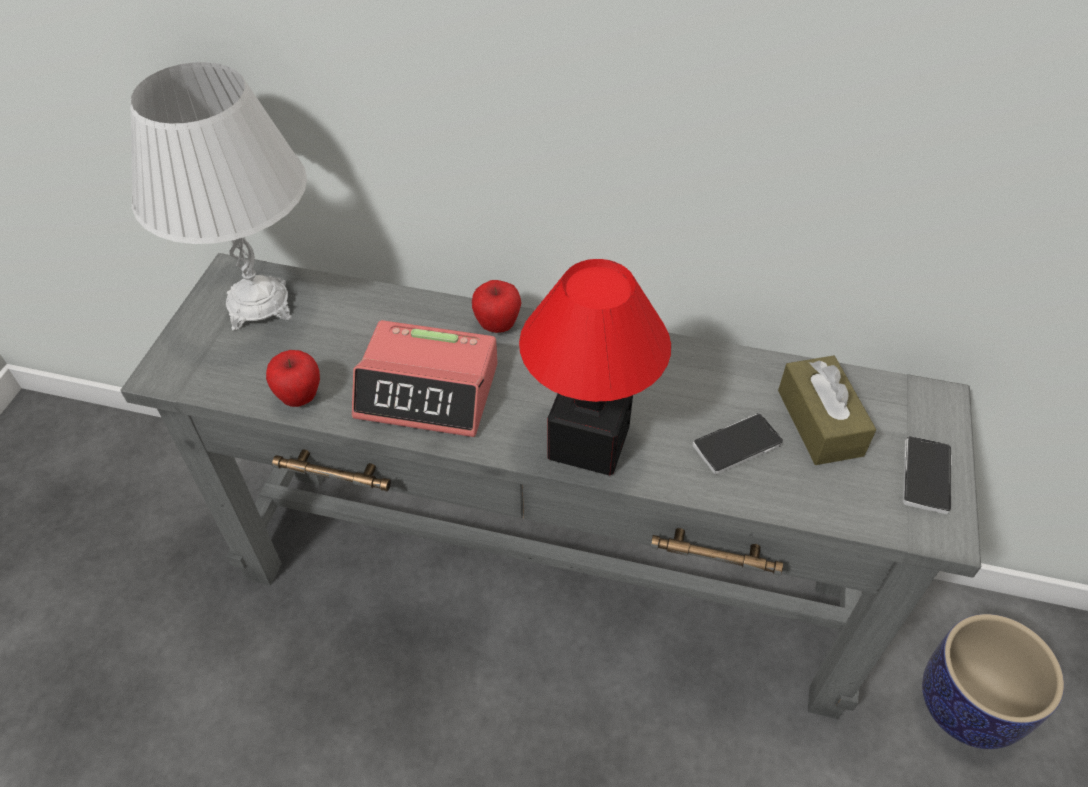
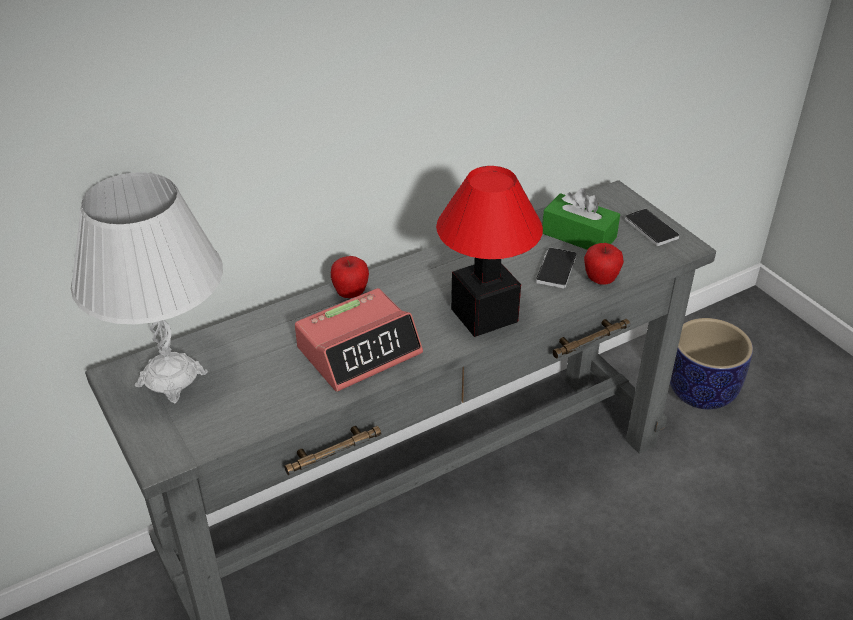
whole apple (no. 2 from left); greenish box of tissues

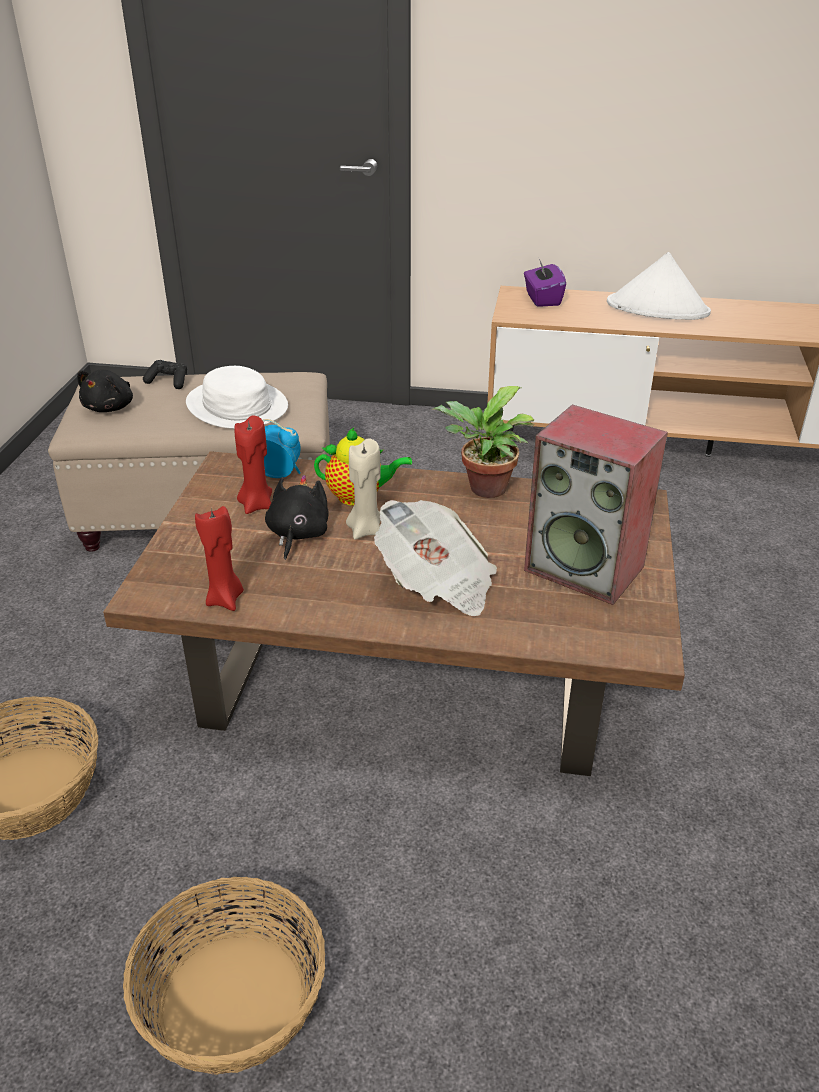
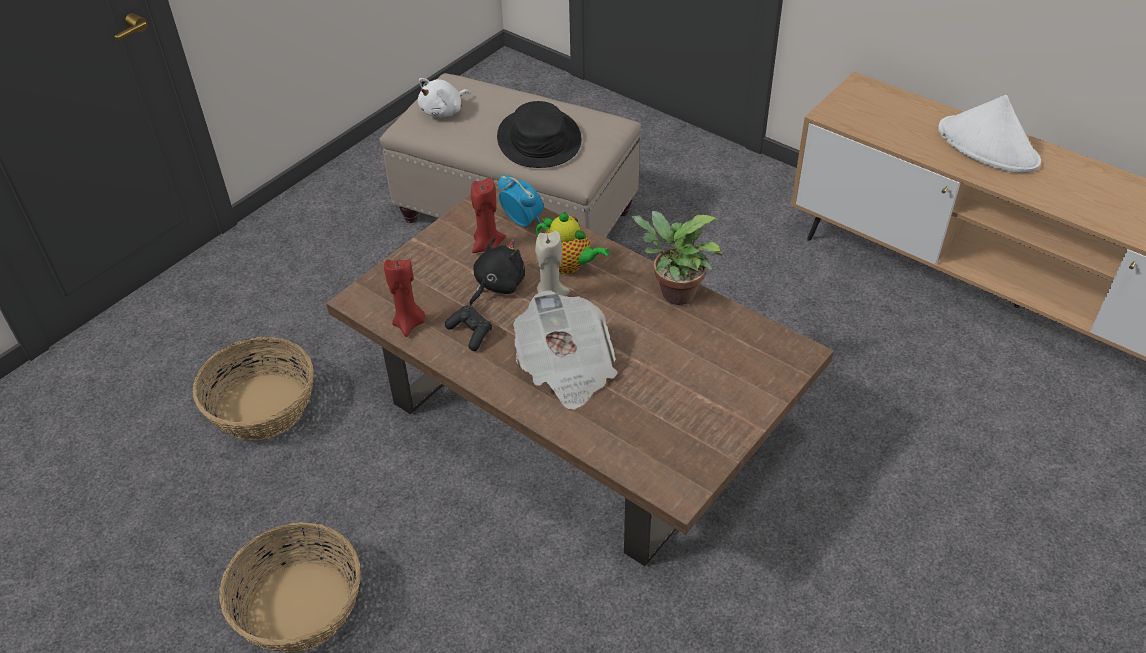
purple box of tissues; black-coloured game controller; black-coloured hat; whitish plush toy; speaker

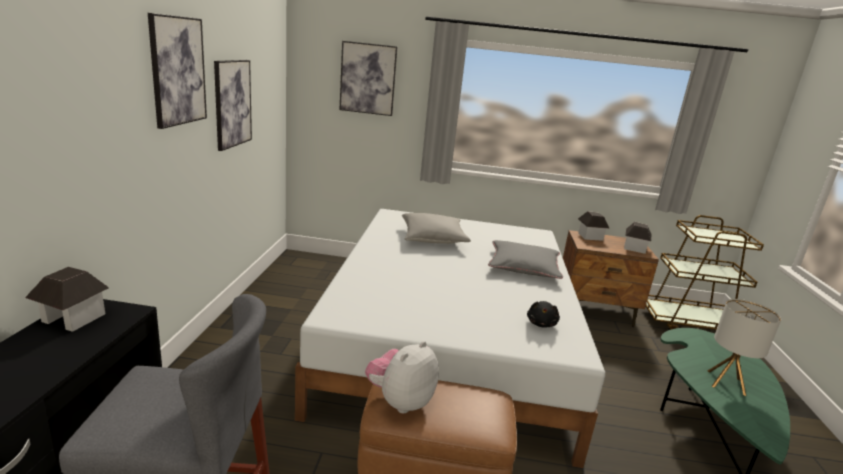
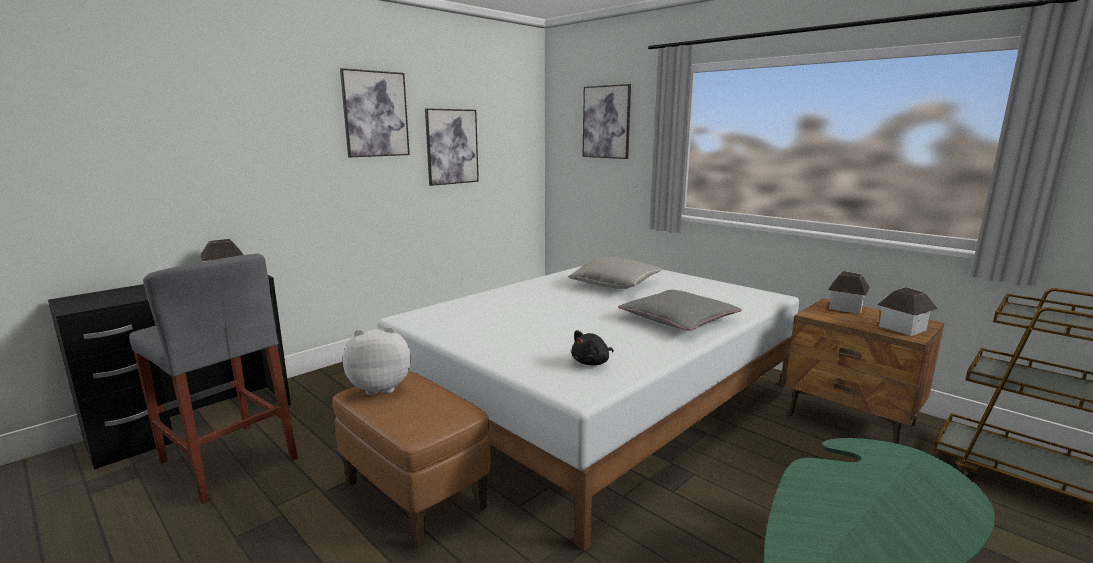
lamp for a table

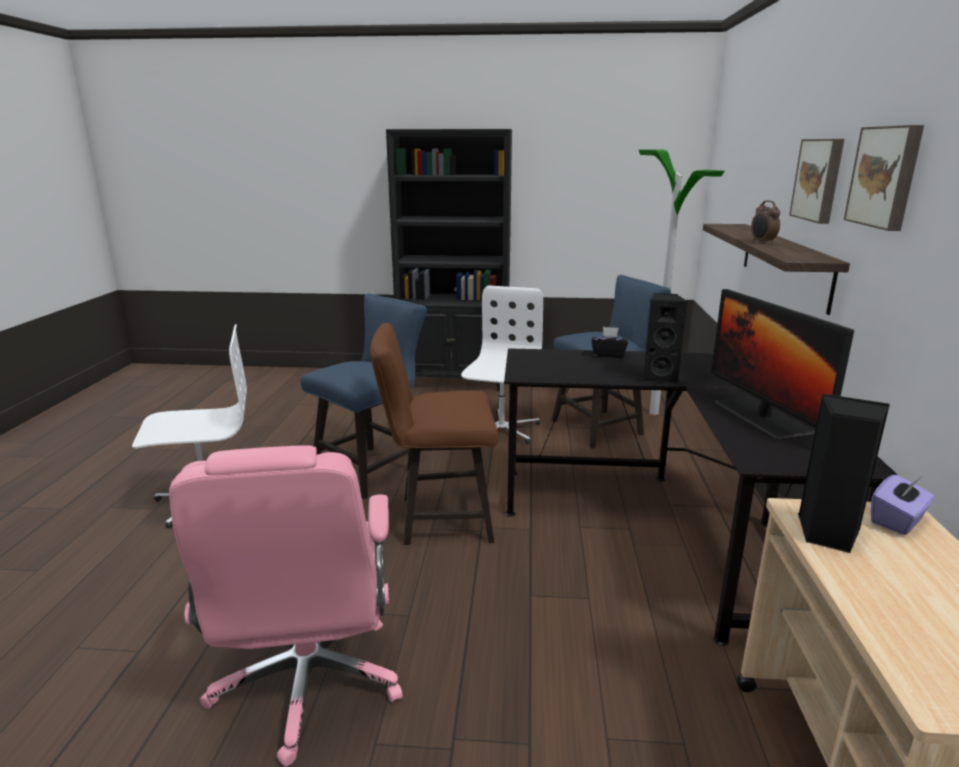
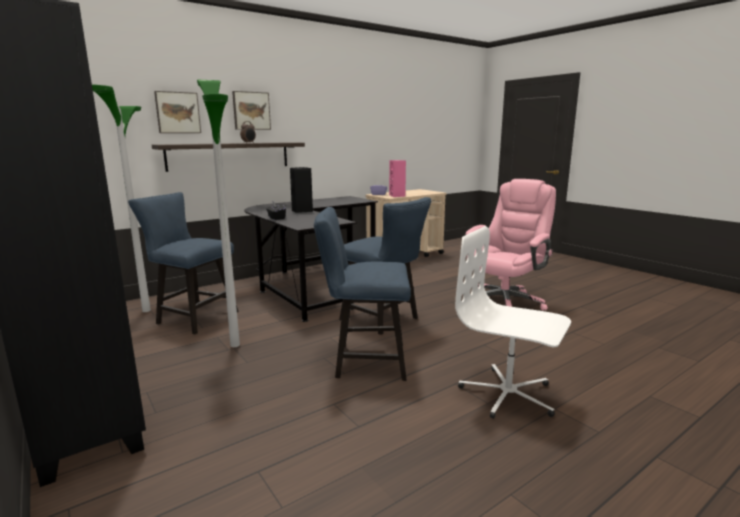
wall picture (no. 1 from left); floor lamp (no. 2 from left); monitor; blue chair (no. 3 from left); pink-coloured speaker

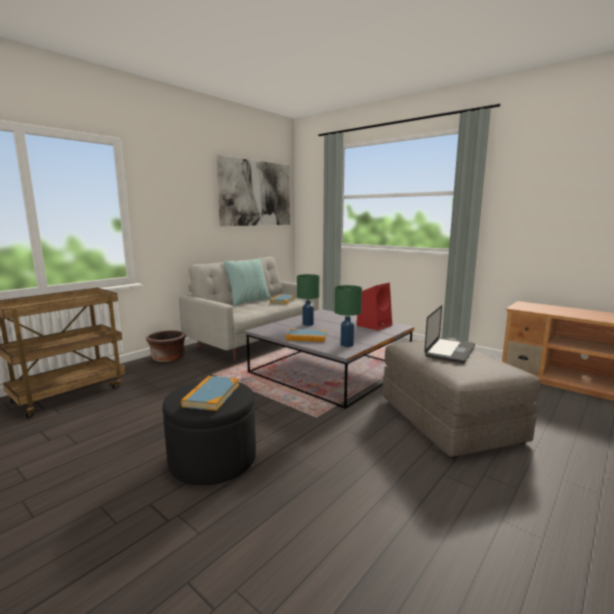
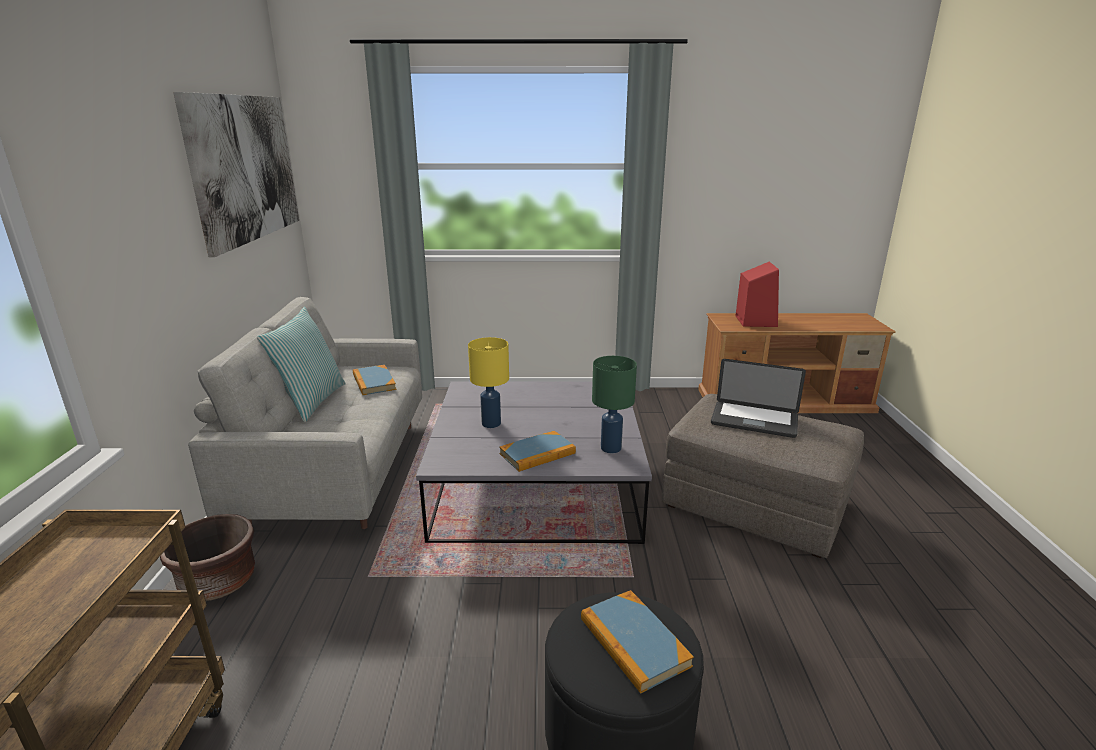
yellowish lamp for a table; red speaker; portable computer

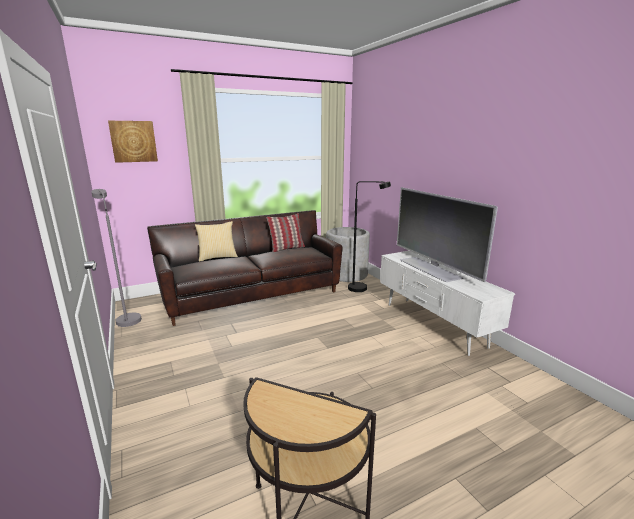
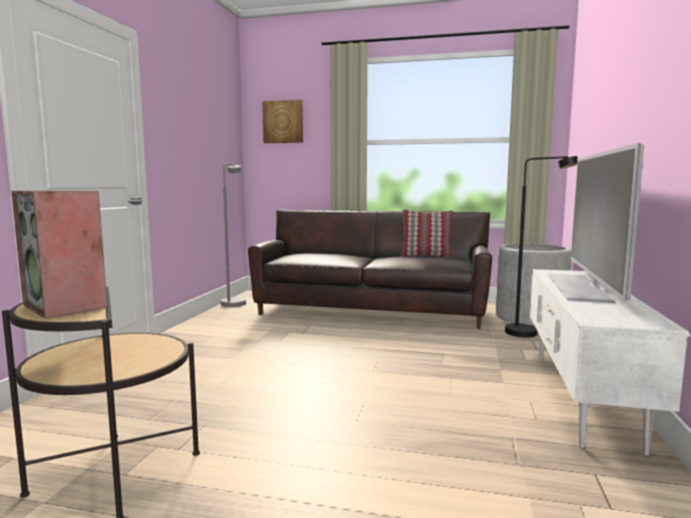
cushion (no. 1 from left in the first image); speaker

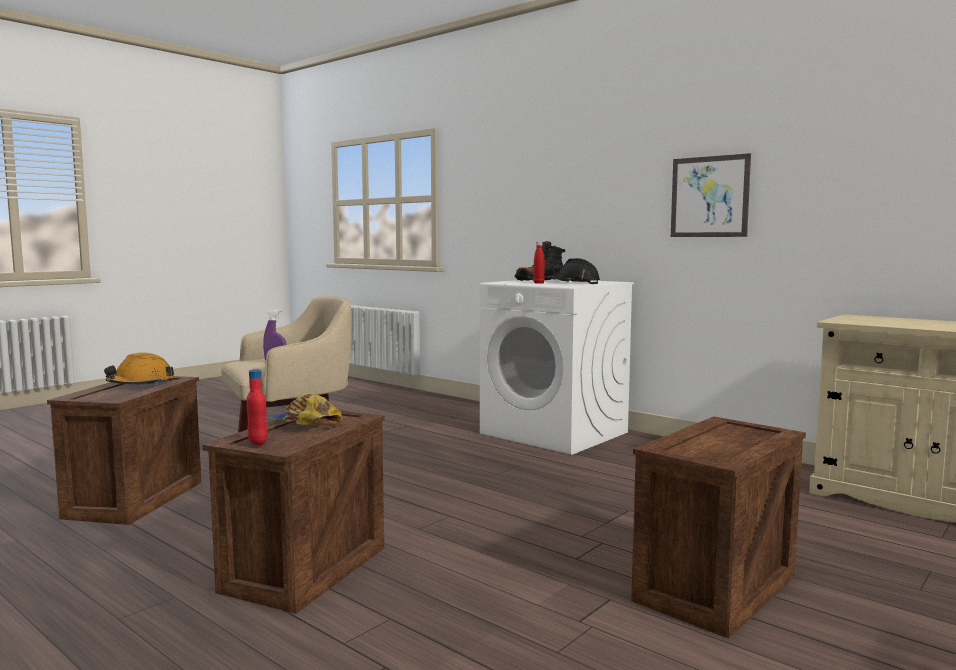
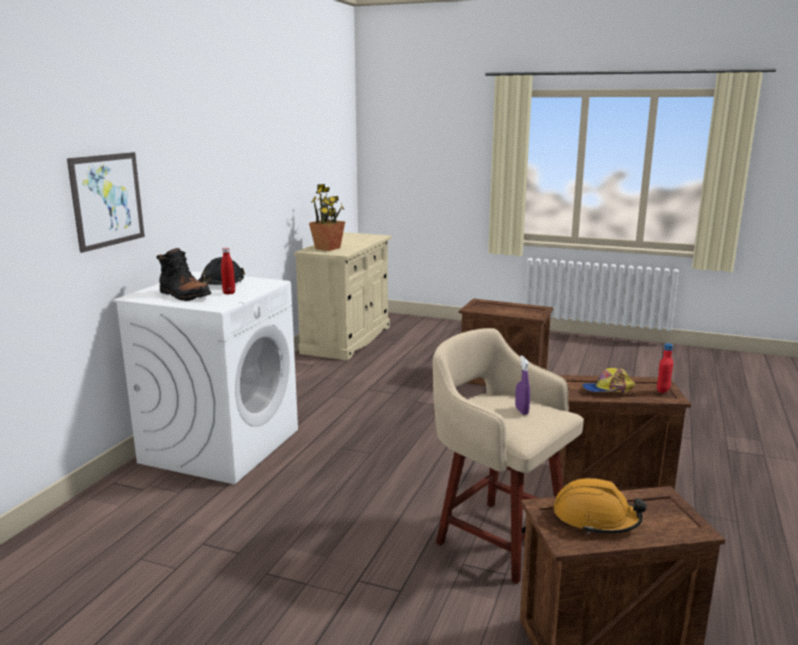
wall picture; peaked cap; houseplant

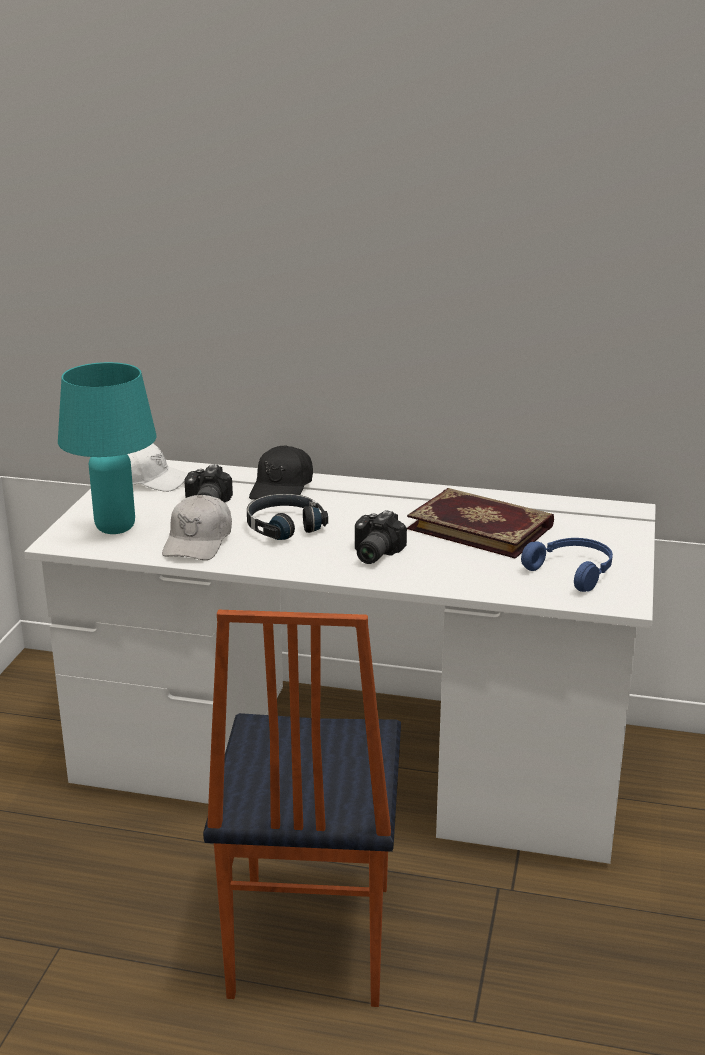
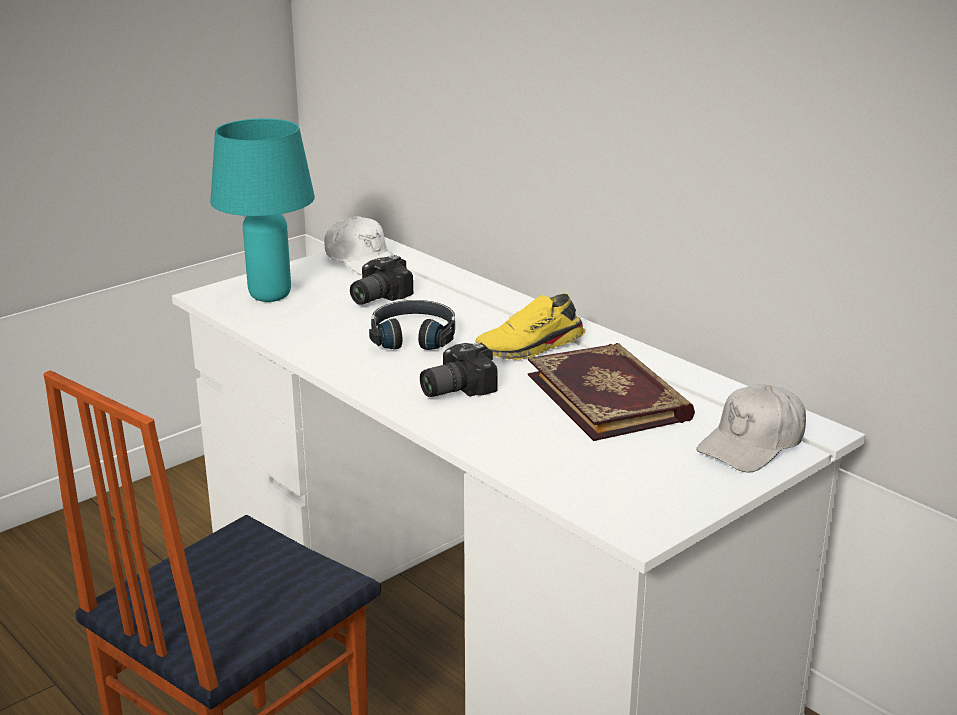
black-coloured peaked cap; whitish peaked cap (no. 2 from left); blue headset; yellowish low shoe

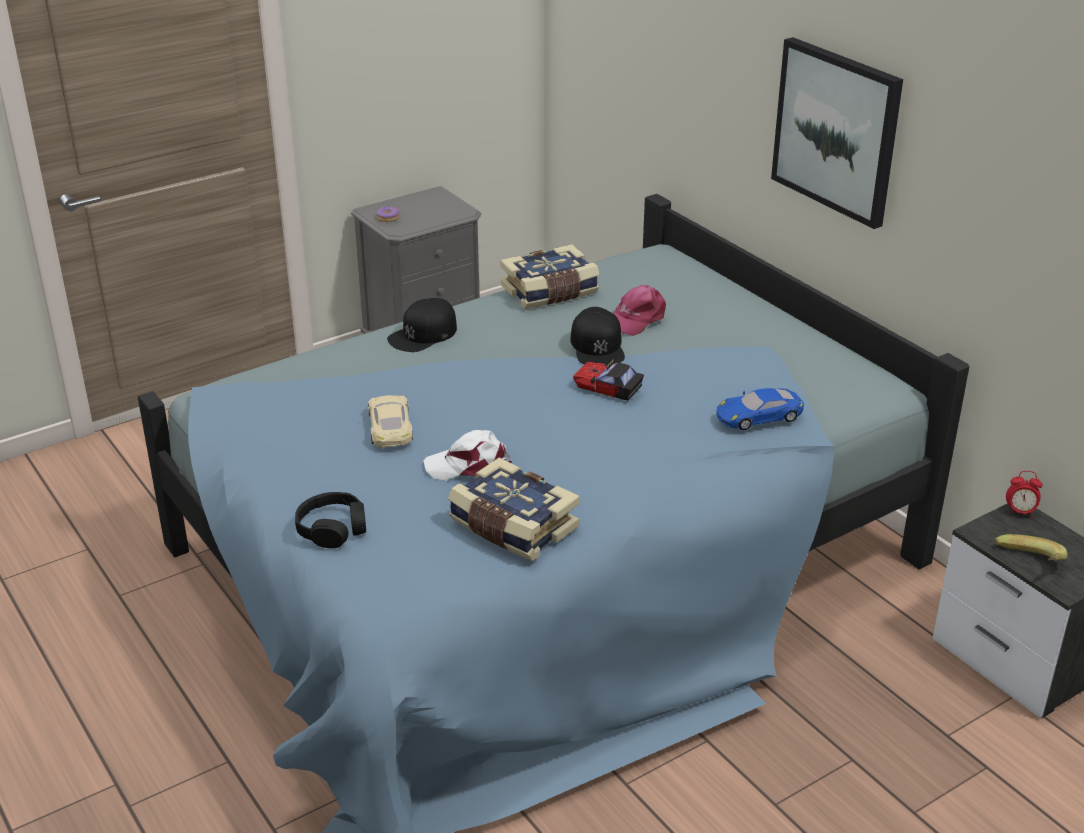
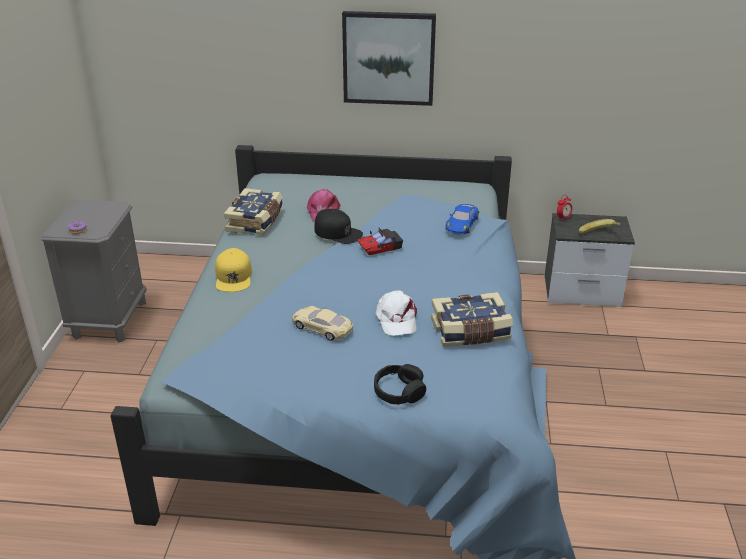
yellowish peaked cap; whitish peaked cap

